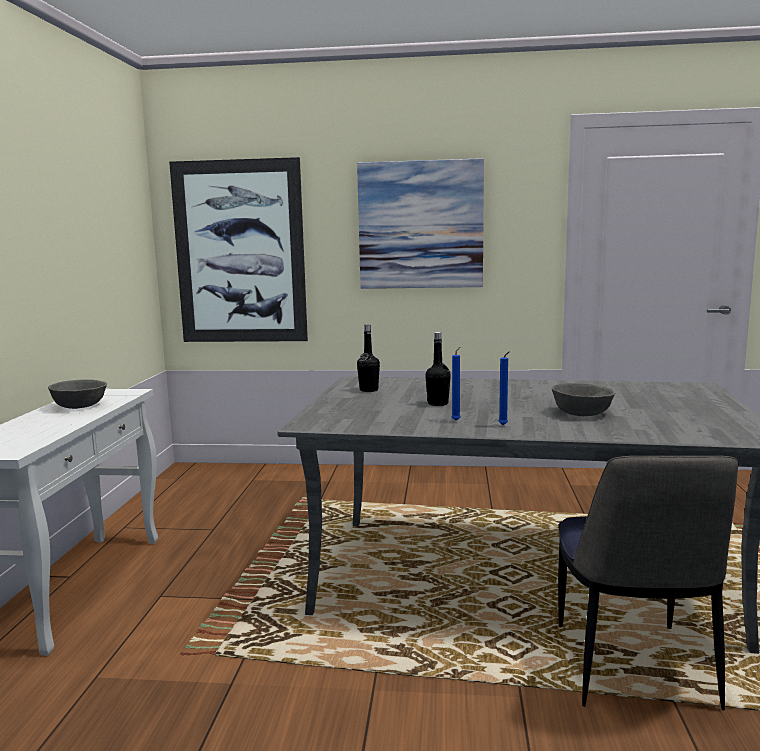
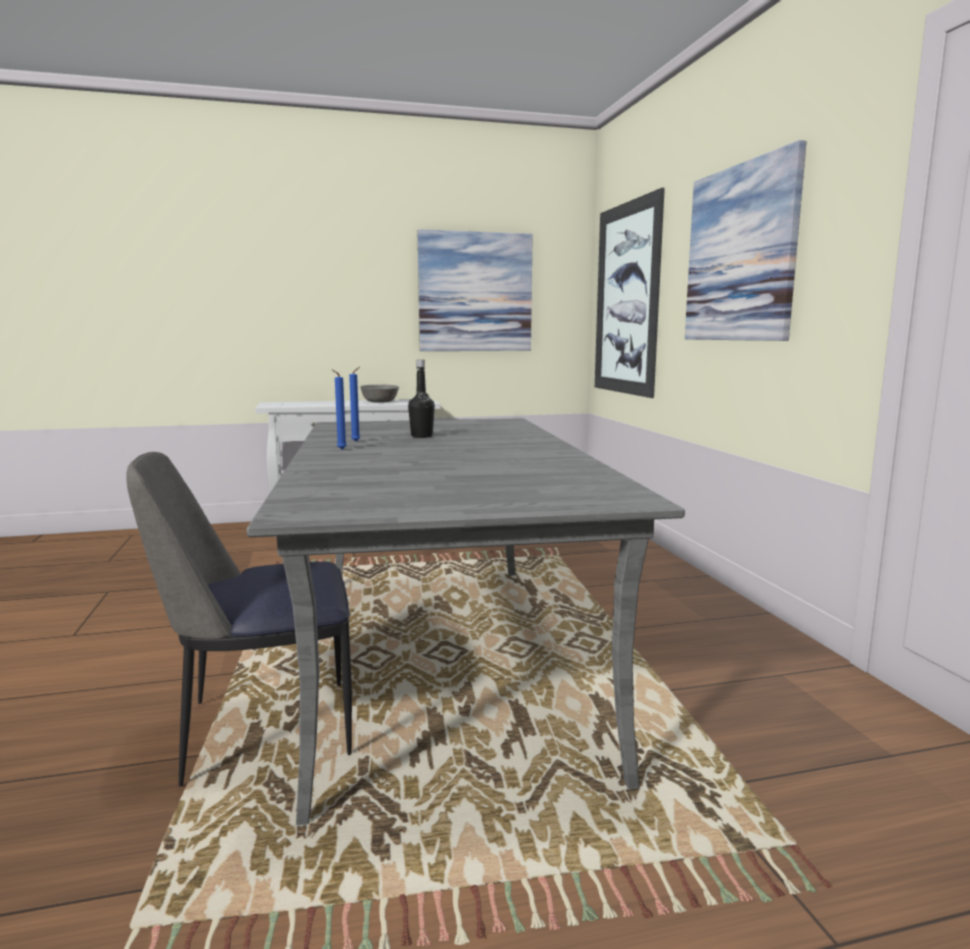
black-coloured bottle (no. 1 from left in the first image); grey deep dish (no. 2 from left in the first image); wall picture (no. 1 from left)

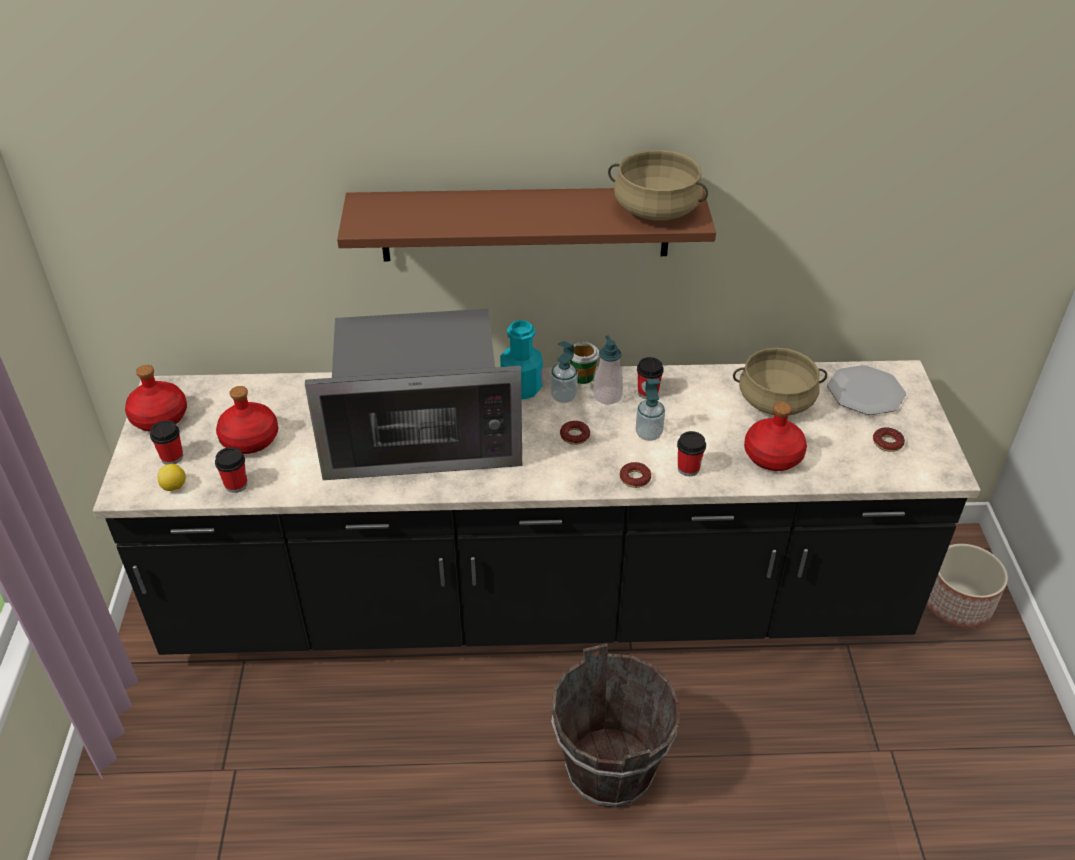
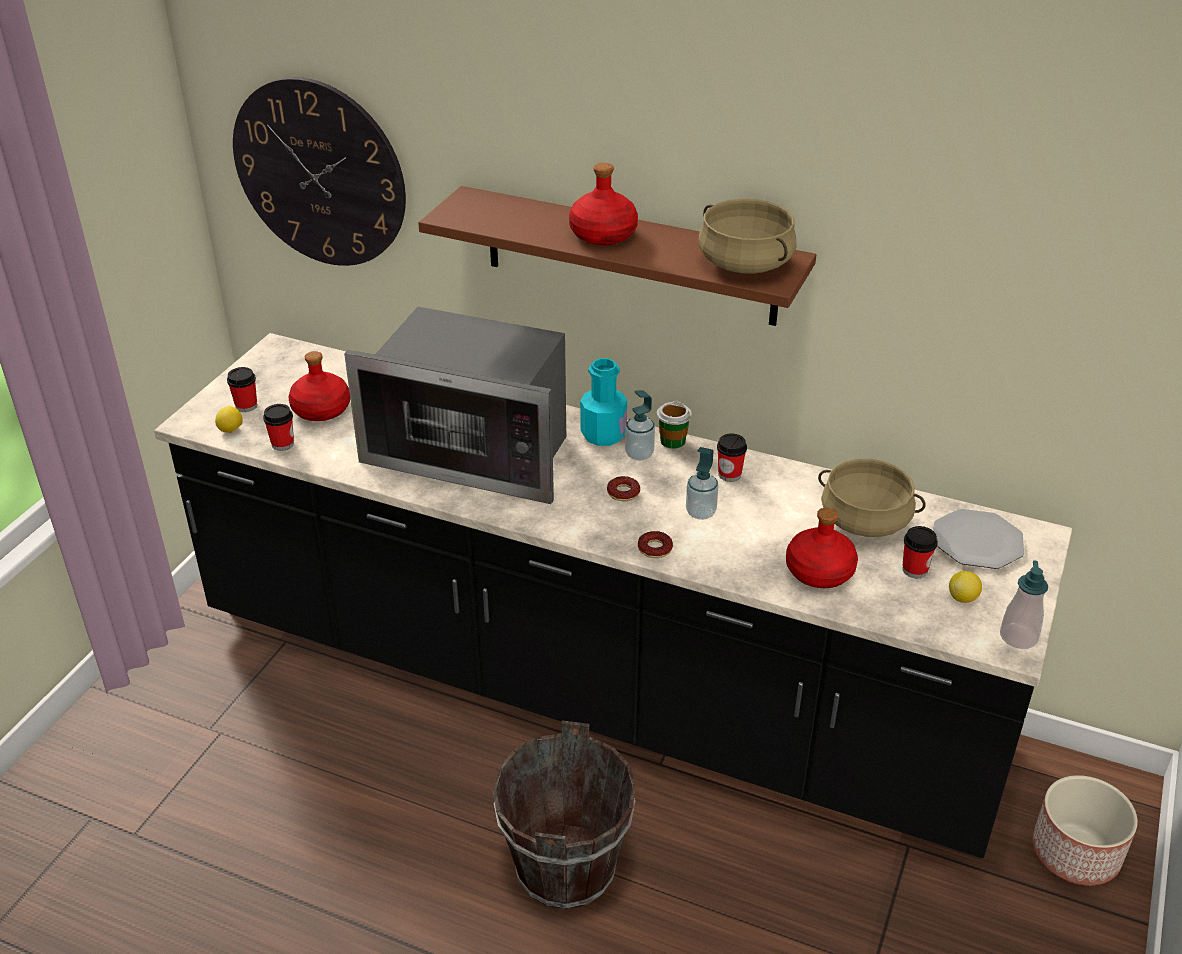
soap bottle (no. 3 from left); red bottle (no. 2 from left); whole lemon (no. 2 from left); small cup (no. 5 from left); wall clock

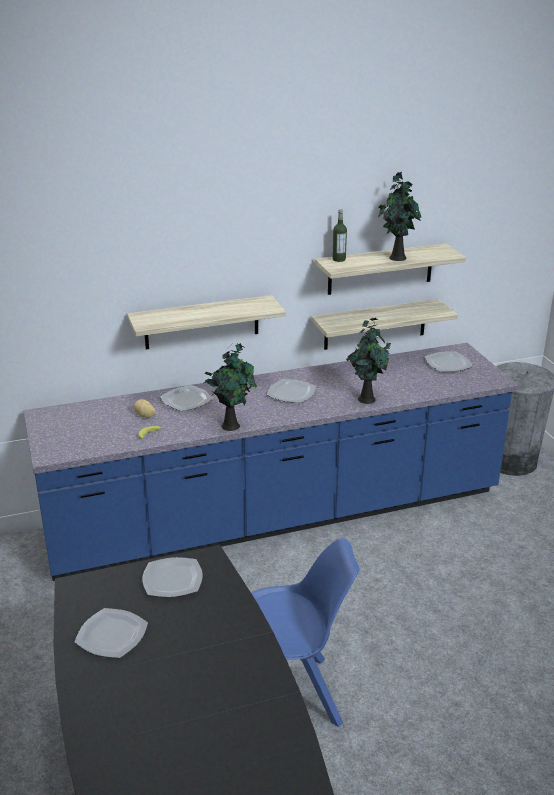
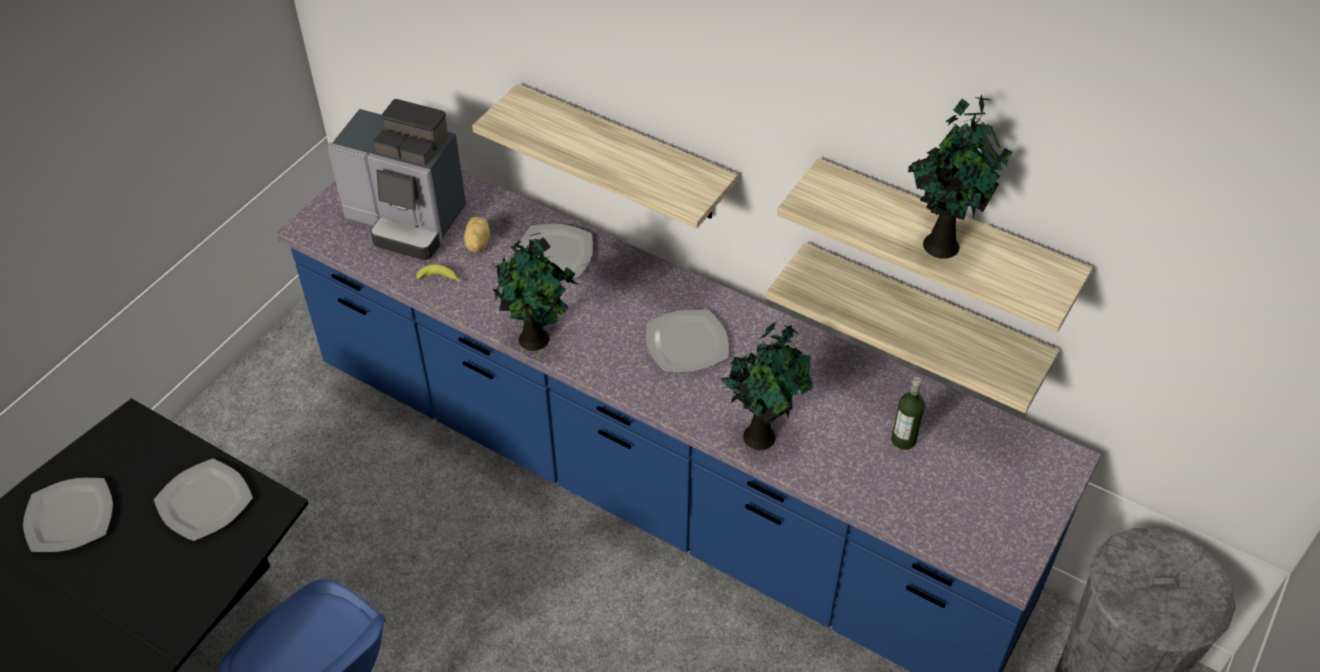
bottle; flat dish (no. 5 from left in the first image); coffee machine

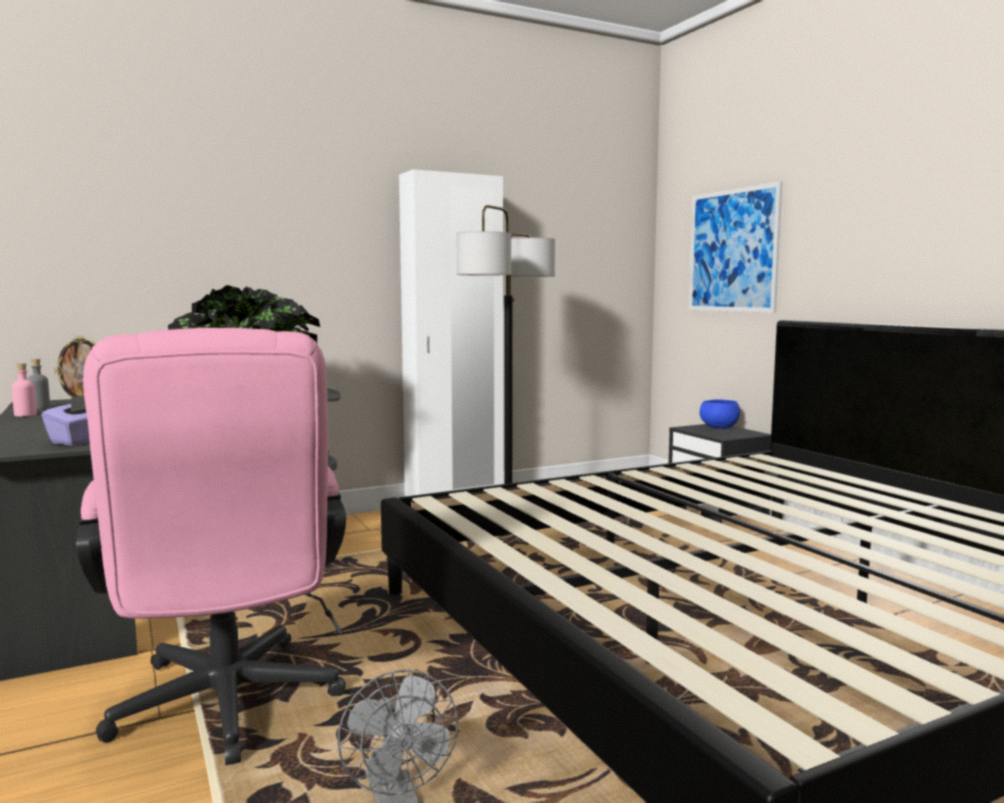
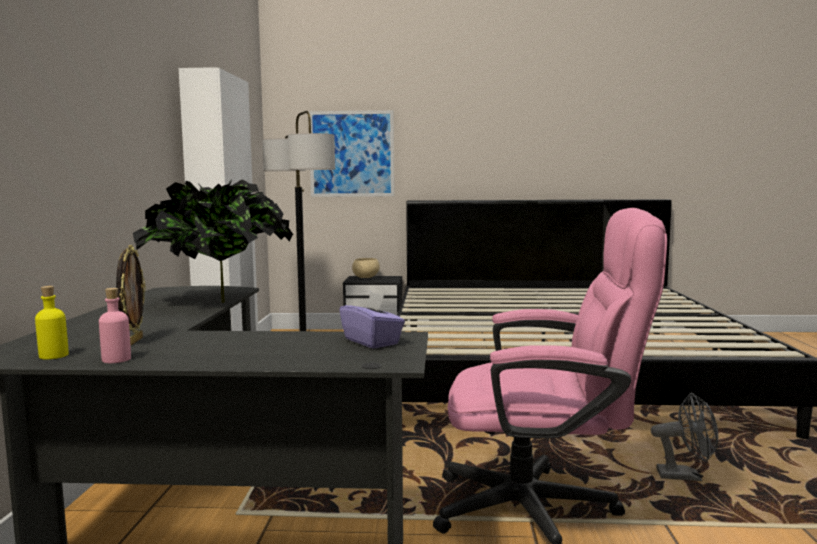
yellowish bottle; beige deep dish

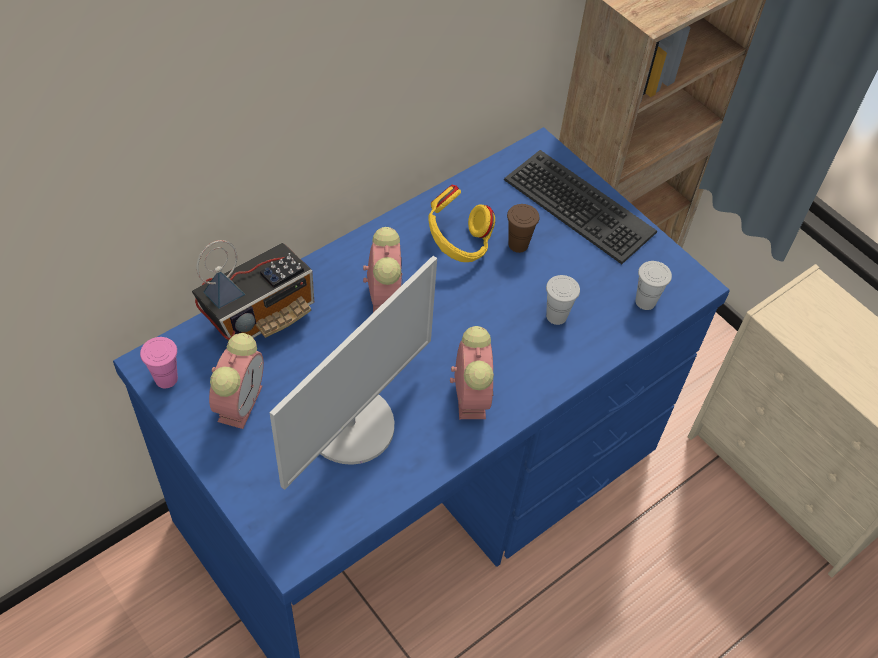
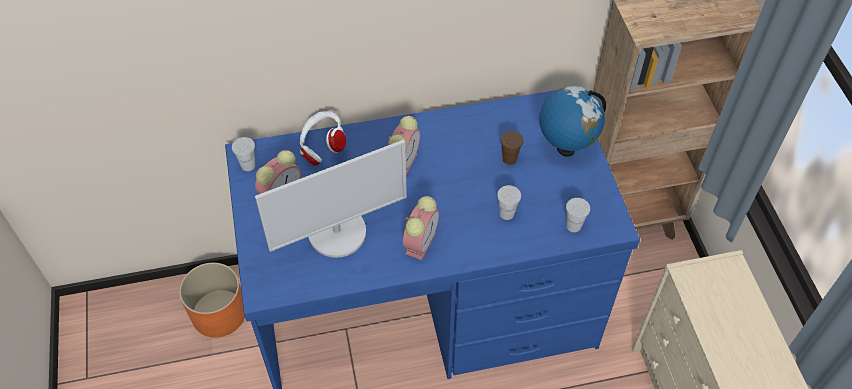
world globe; yellowish headset; whitish headset; whitish small cup (no. 1 from left); orange plant pot

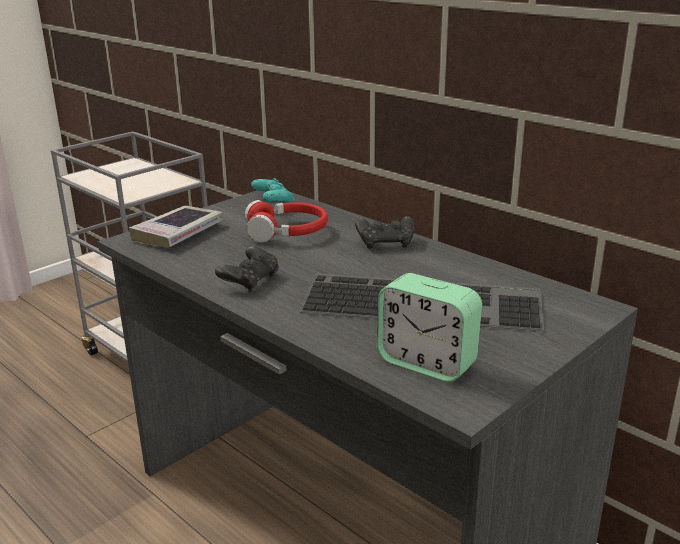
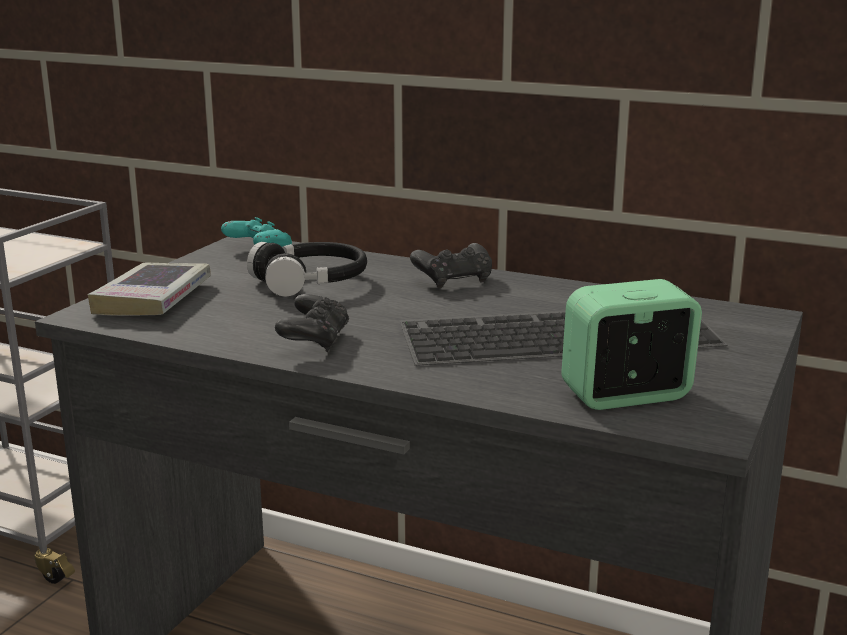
black-coloured headset; bedside clock

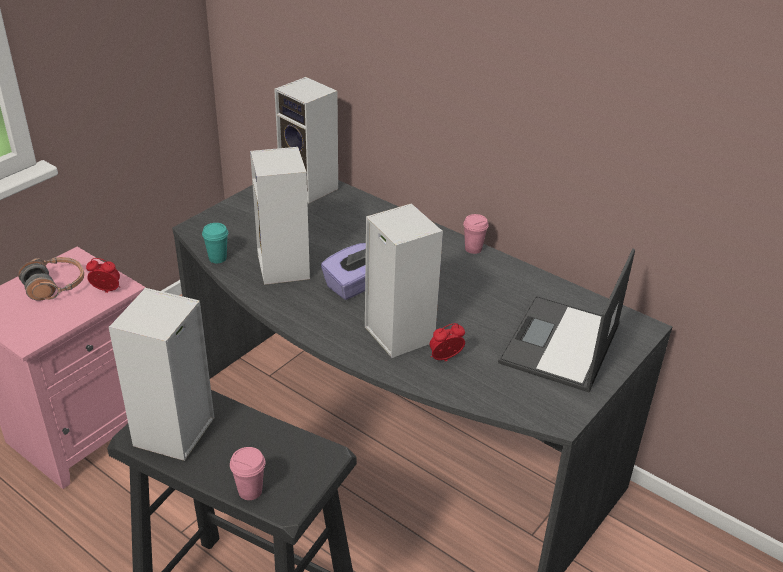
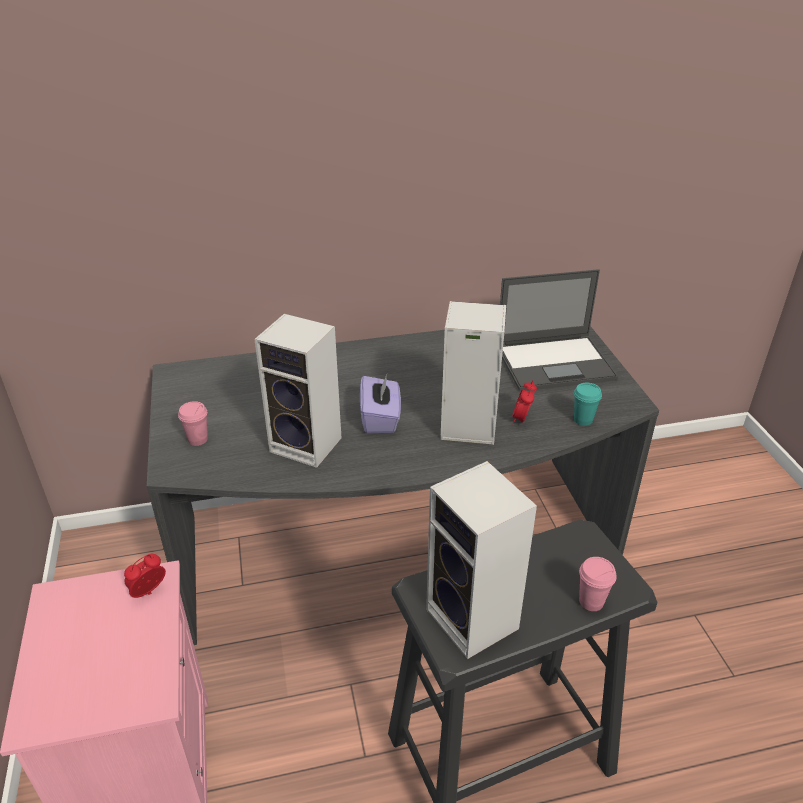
speaker (no. 3 from left in the first image); pink-coloured small cup (no. 1 from left); blue-green small cup; portable computer; headset

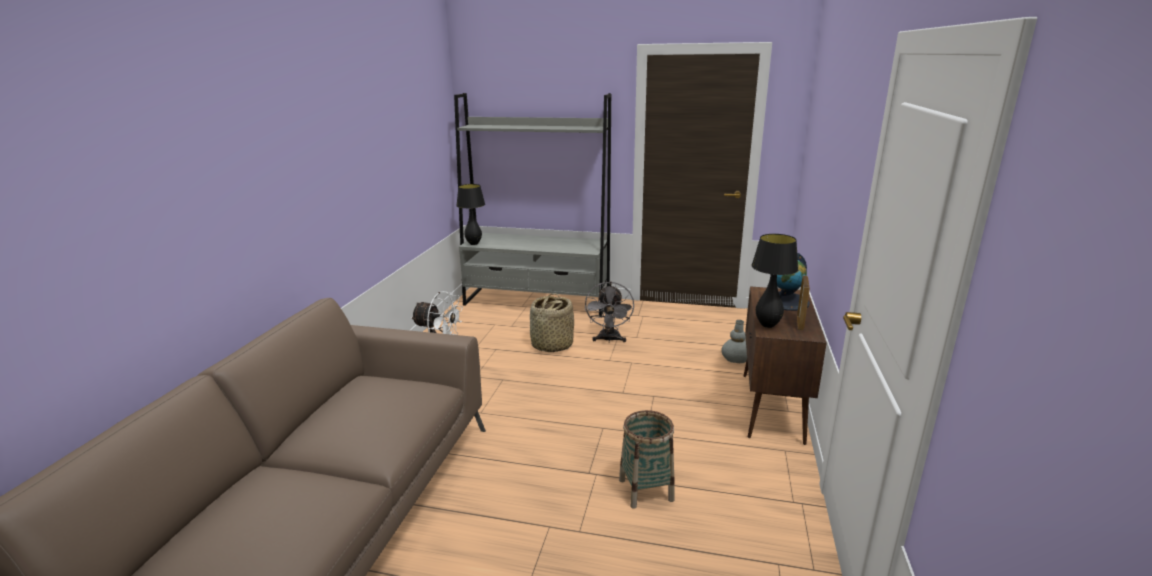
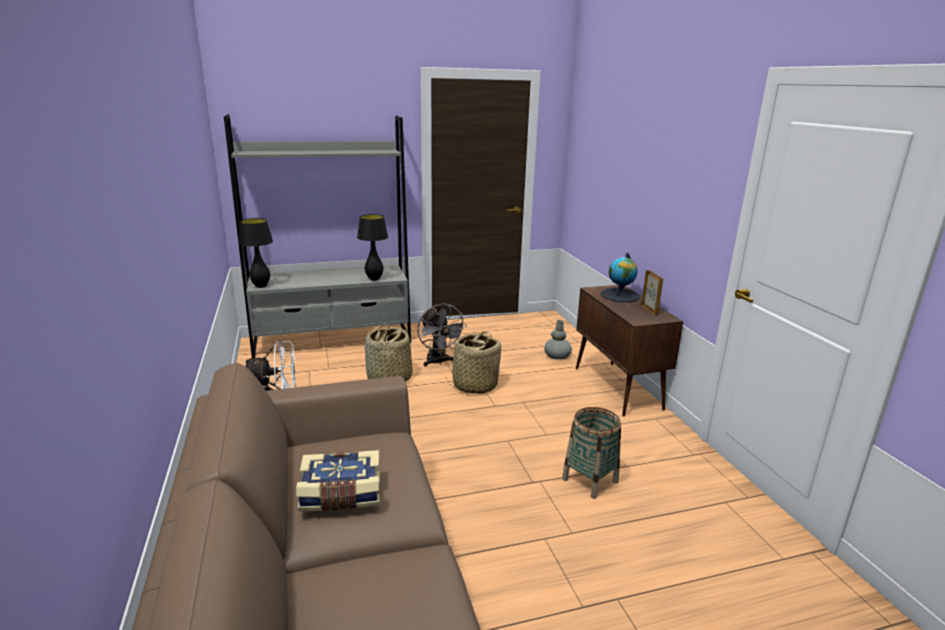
black-coloured lamp for a table (no. 2 from left); basket (no. 2 from left); bound book

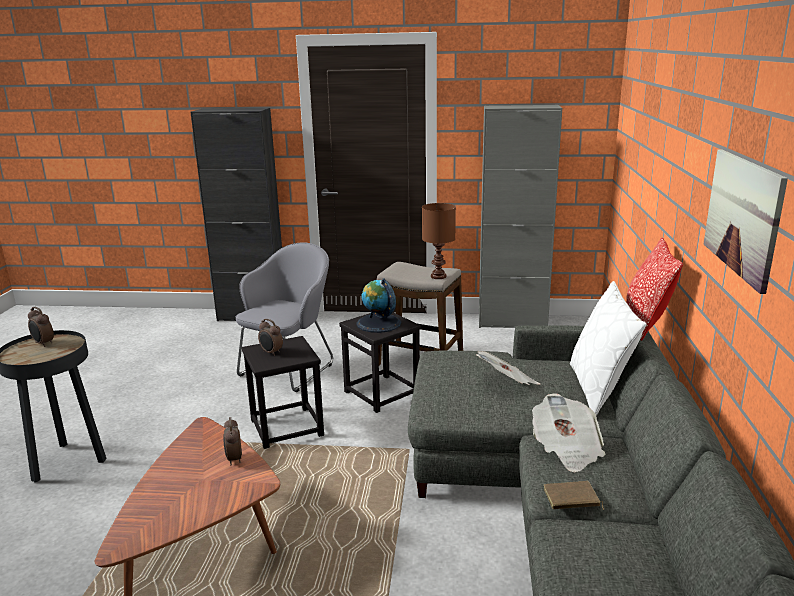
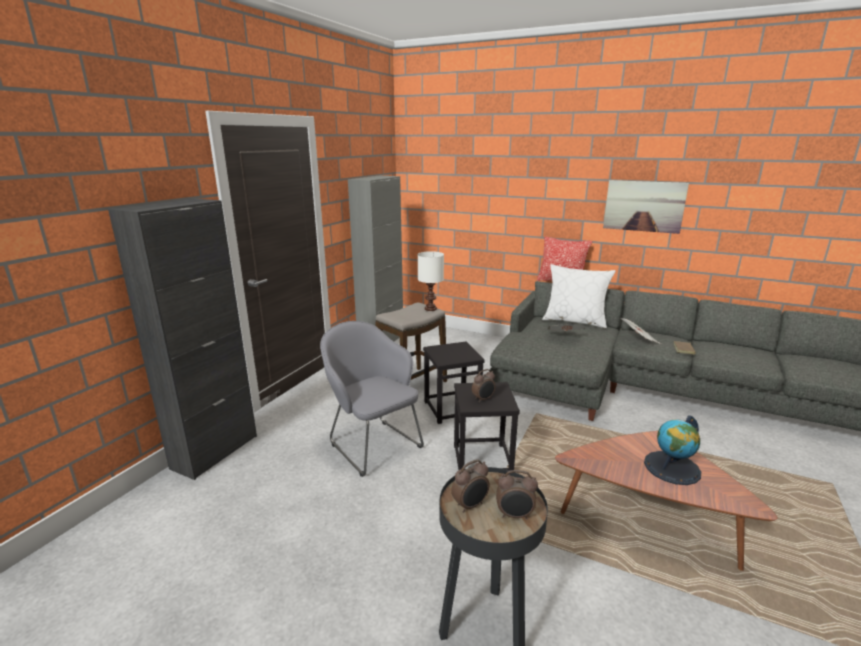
whitish lamp for a table; world globe; bedside clock (no. 3 from left)

